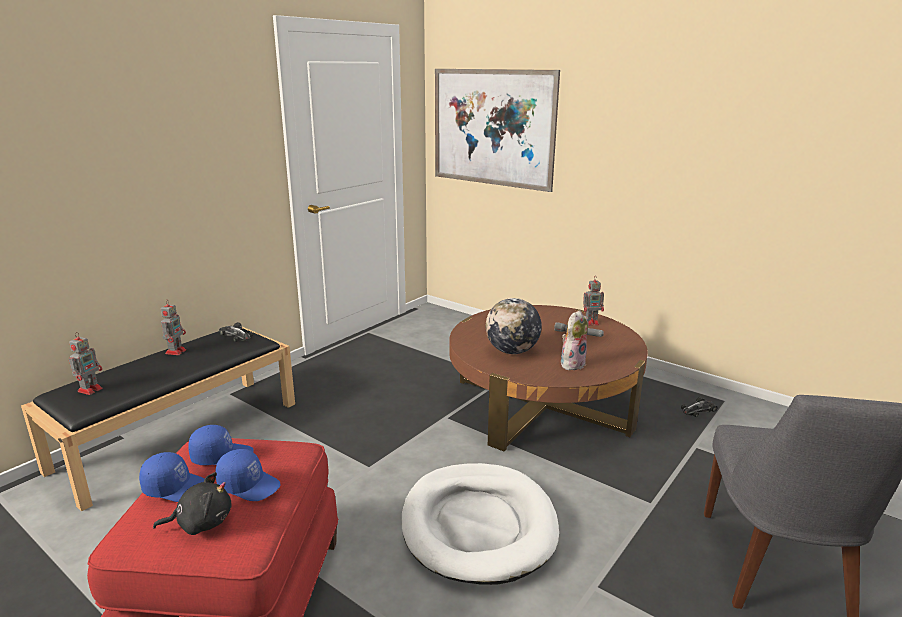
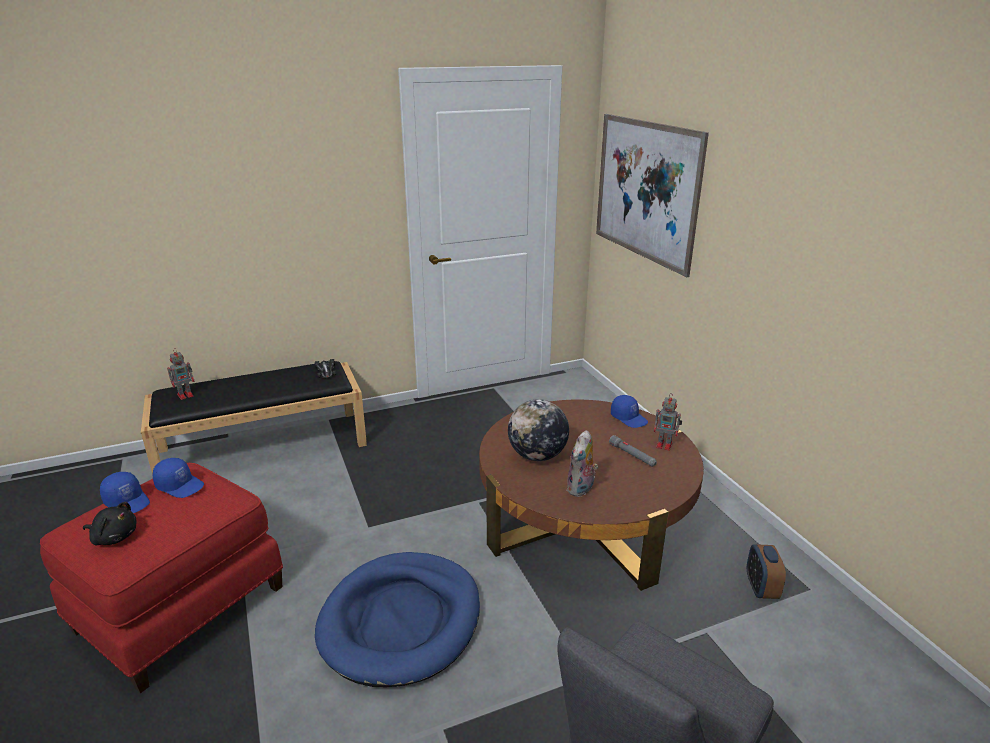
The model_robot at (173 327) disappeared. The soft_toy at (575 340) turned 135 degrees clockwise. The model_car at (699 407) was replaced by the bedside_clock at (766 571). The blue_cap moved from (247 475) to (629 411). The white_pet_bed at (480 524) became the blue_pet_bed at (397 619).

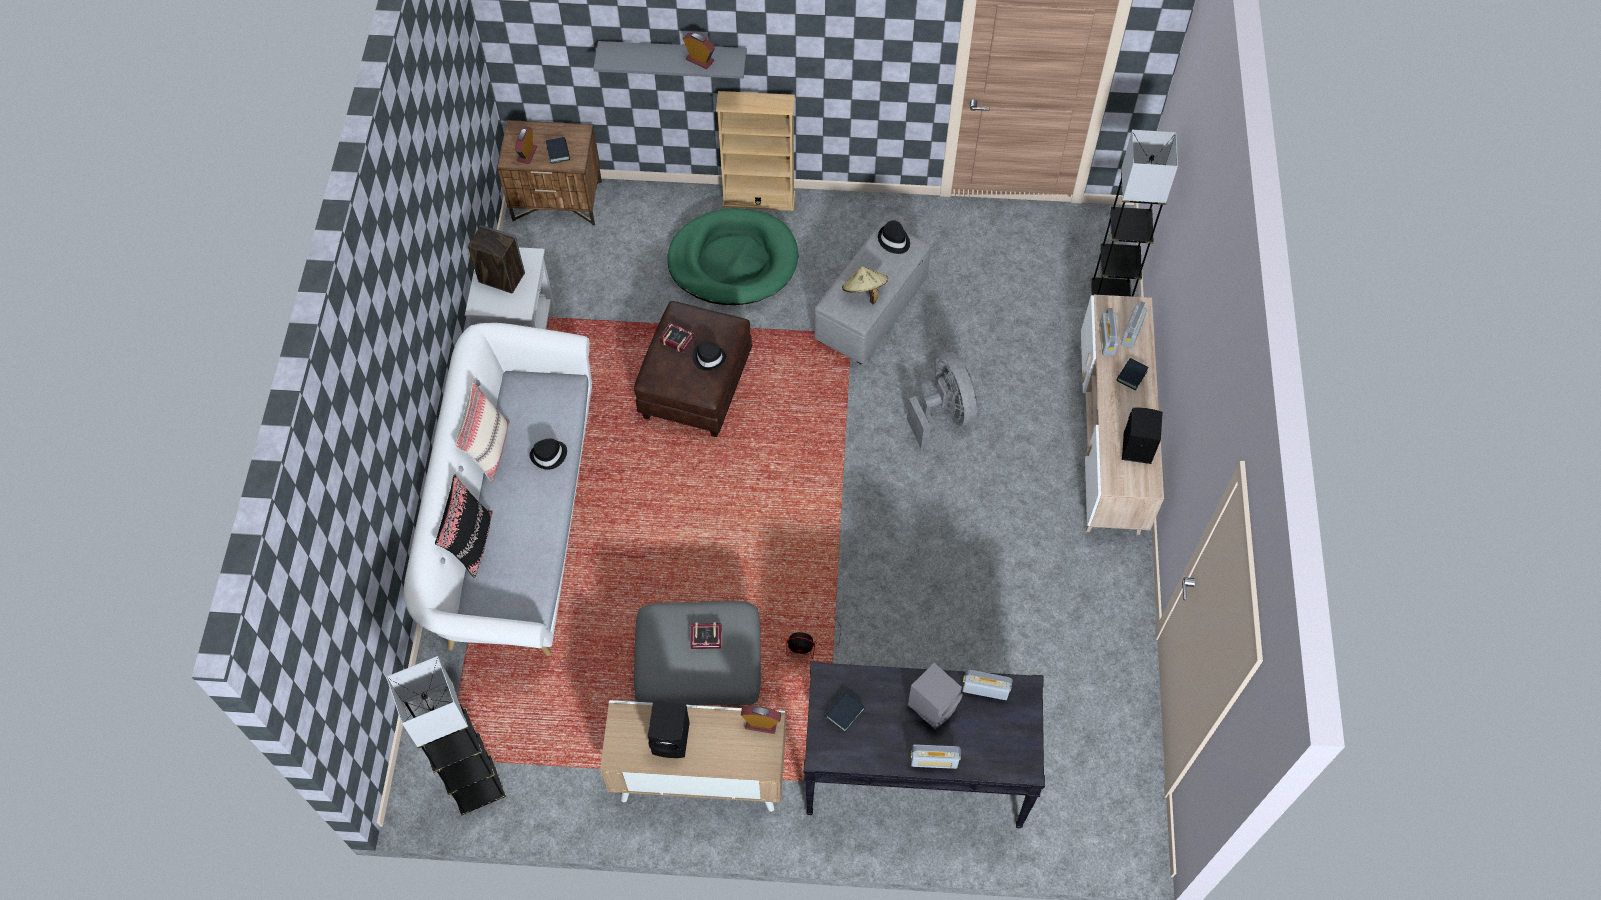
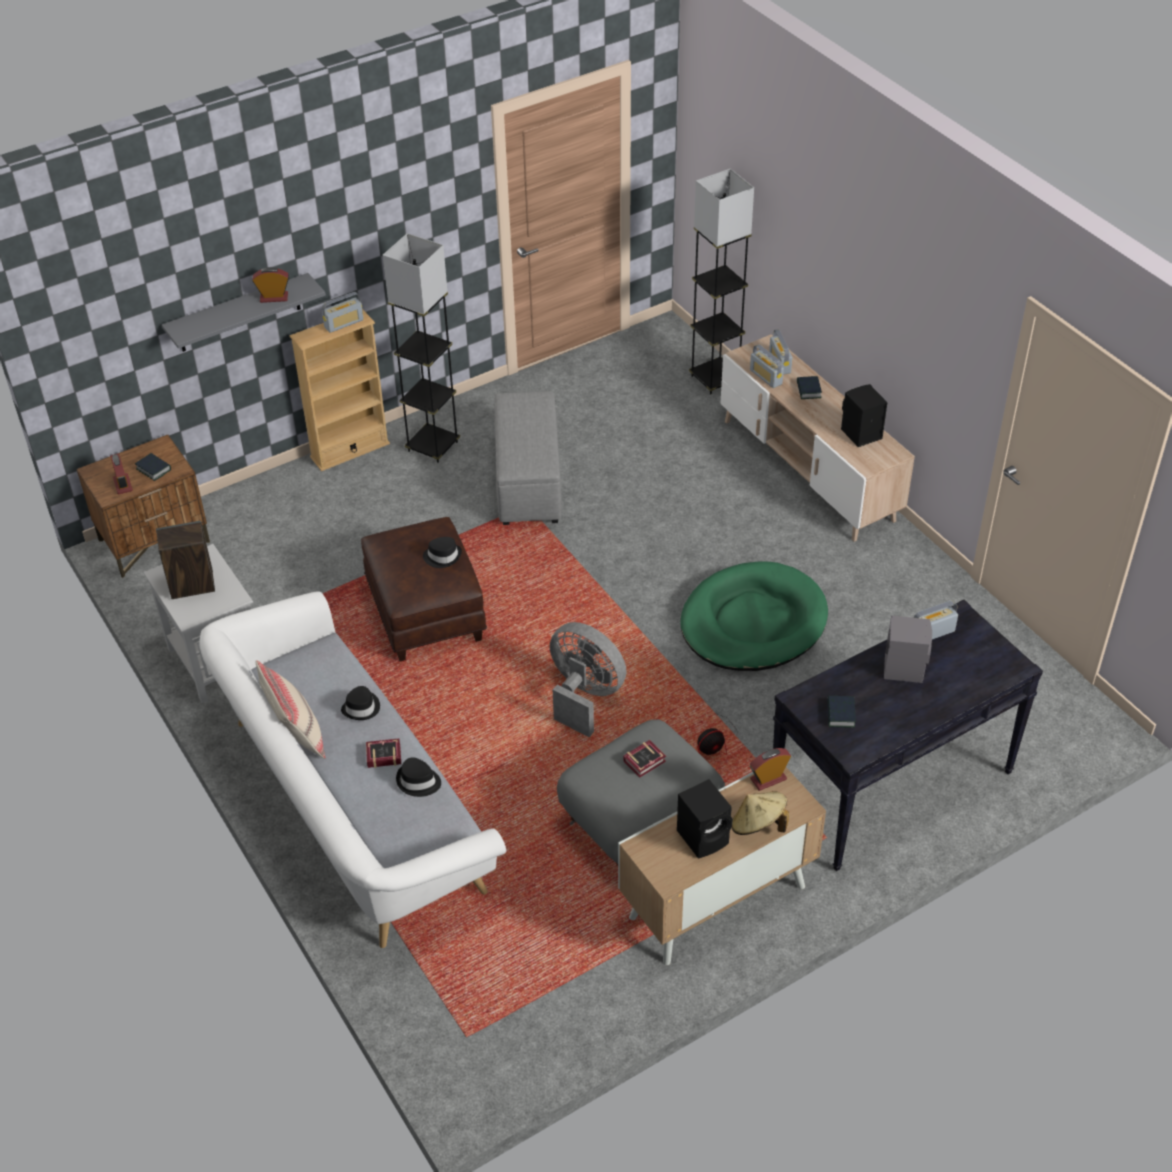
The greenish_pet_bed moved from (733 256) to (754 616). The black_clothing_hat moved from (894 237) to (418 777). The beige-coloured_clothing_hat moved from (865 285) to (760 813). The volume moved from (676 337) to (383 753). The gray_fan moved from (942 400) to (588 679). The black_pillow at (464 526) disappeared. The gray_standard_lamp moved from (446 735) to (421 348). The radio moved from (936 756) to (343 312).

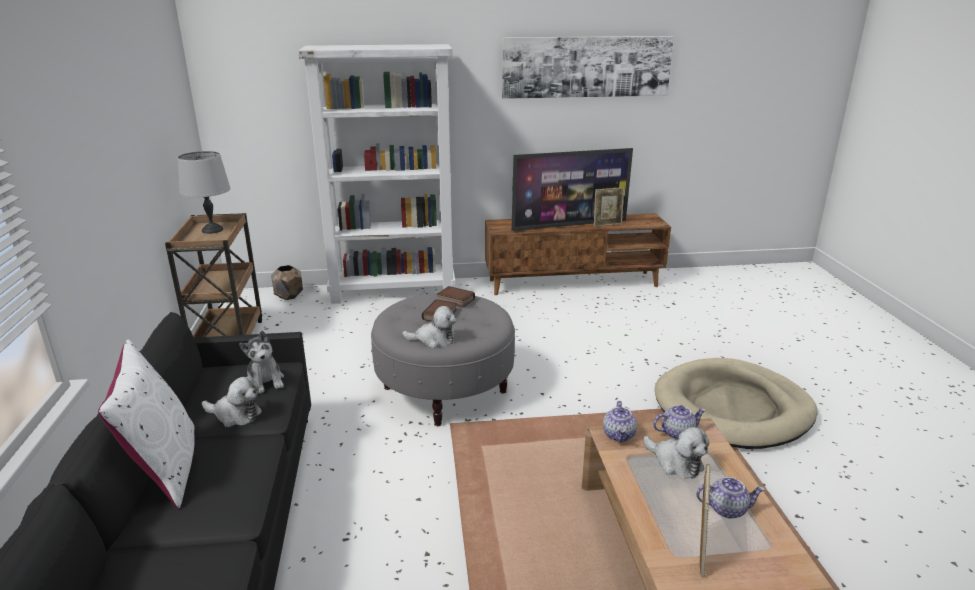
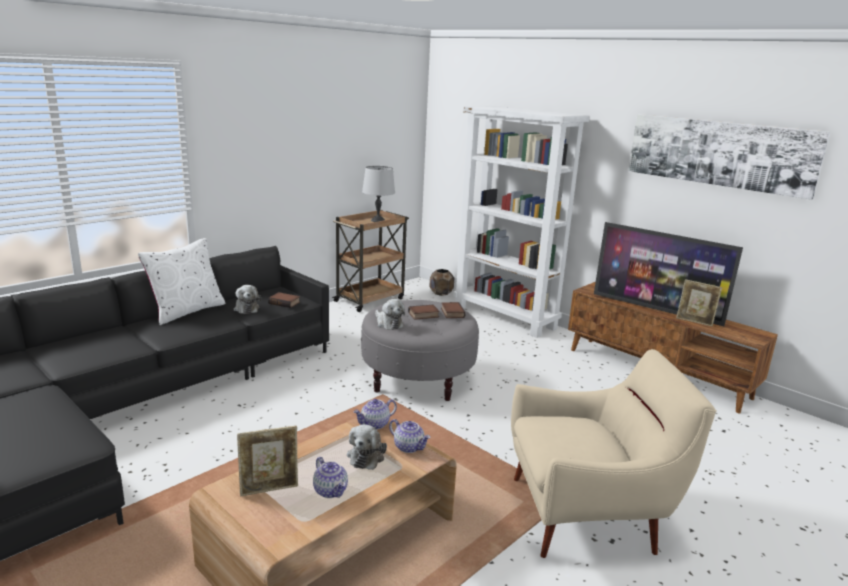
The soft_toy at (261 362) was replaced by the volume at (284 300). The beige-coloured_pet_bed at (736 403) was replaced by the beige-coloured_easy_chair at (614 453).

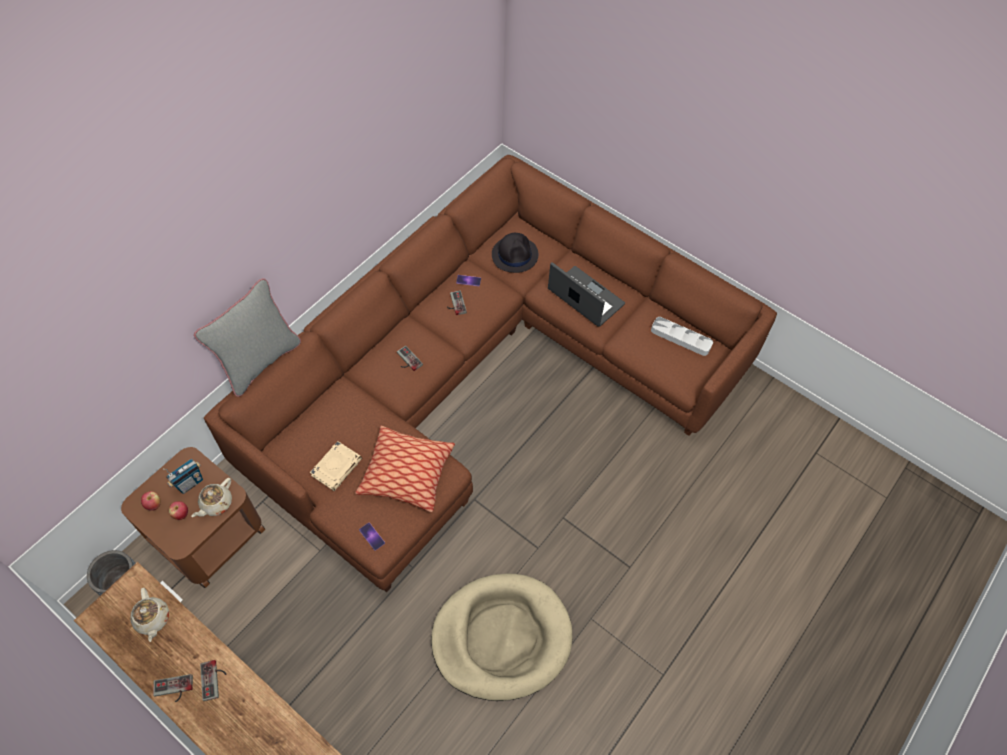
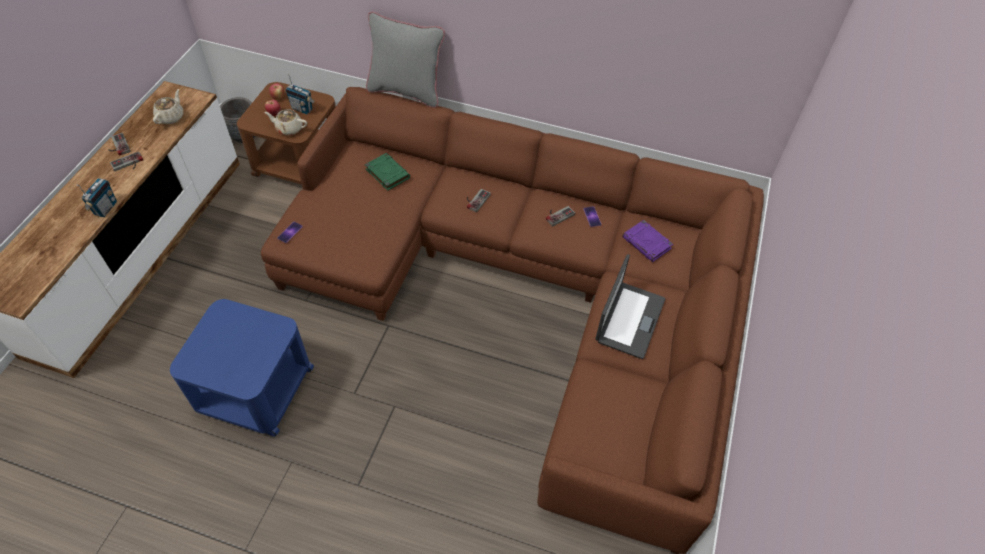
The black_clothing_hat at (515 253) was replaced by the purple_volume at (647 241). The gray_tray at (682 336) disappeared. The pillow at (405 469) disappeared. The beige-coloured_volume at (336 466) disappeared. The beige-coloured_pet_bed at (502 637) was replaced by the blue_side_table at (242 367). The beige-coloured_pot_for_tea at (149 615) turned 150 degrees clockwise. The greenish_volume at (387 171) appeared. The radio at (97 197) appeared.

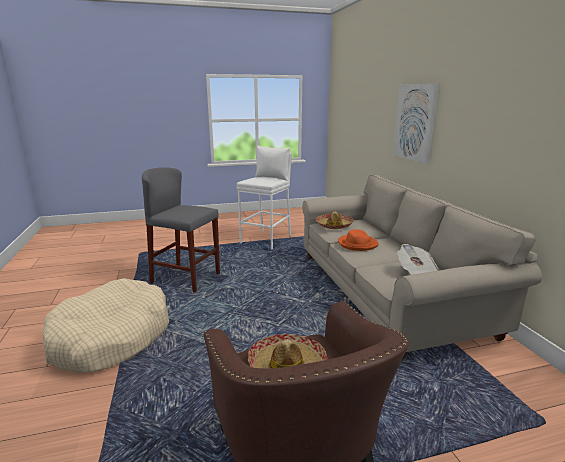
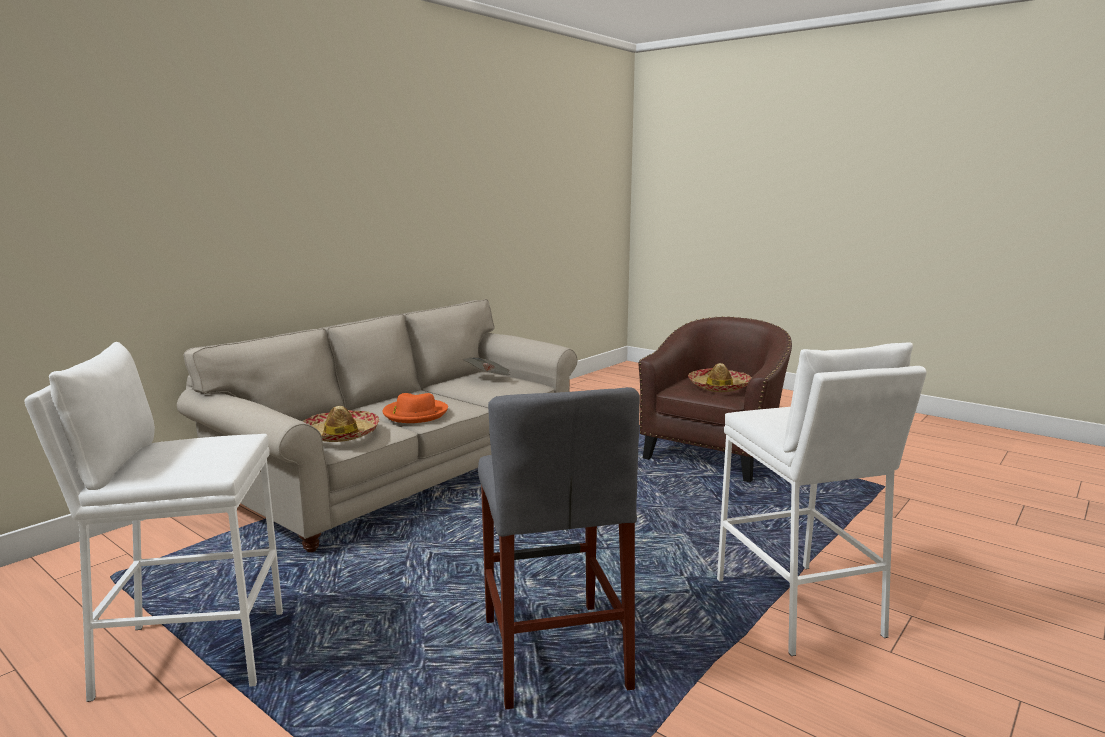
The wall_art at (416 123) disappeared. The beige-coloured_pet_bed at (105 325) was replaced by the white_stool_seat at (821 499).

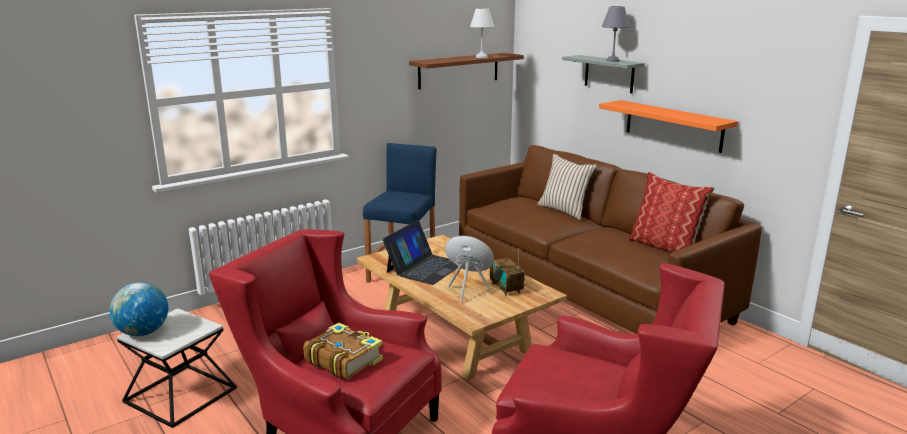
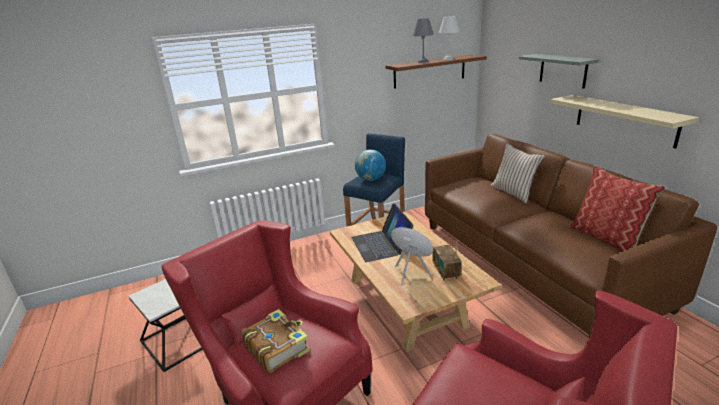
The gray_tabletop_lamp moved from (615 34) to (423 40). The orange-coloured_wall_shelf at (668 126) became the beige-coloured_wall_shelf at (624 122). The portable_computer at (420 252) turned 120 degrees clockwise. The world_globe moved from (139 309) to (370 165).

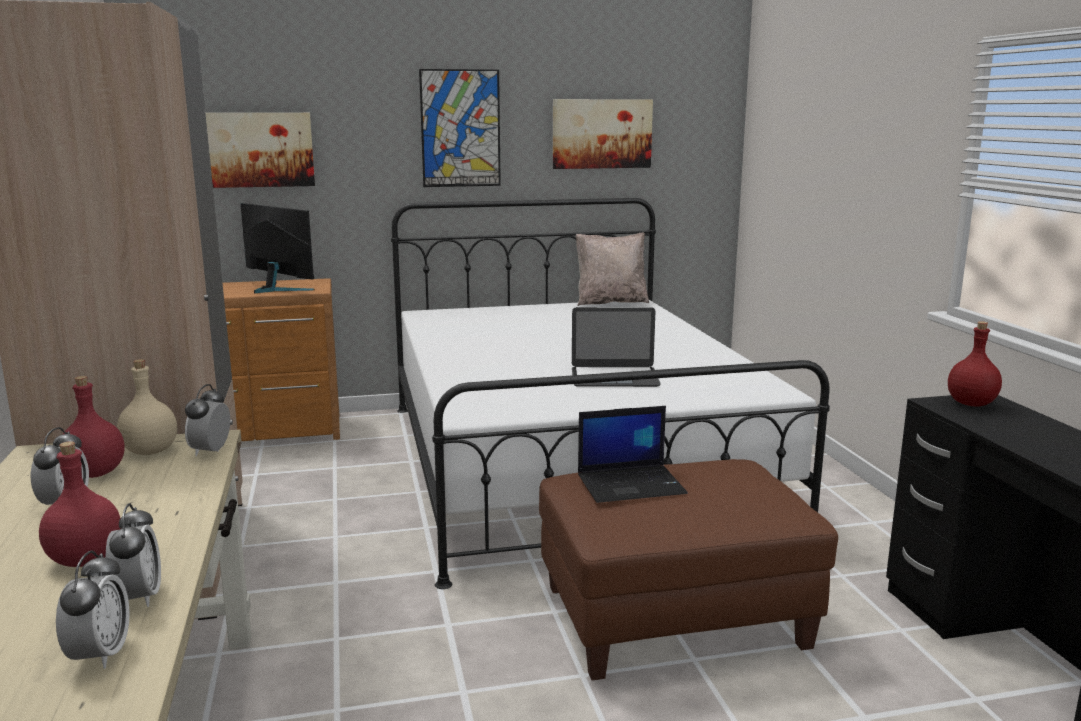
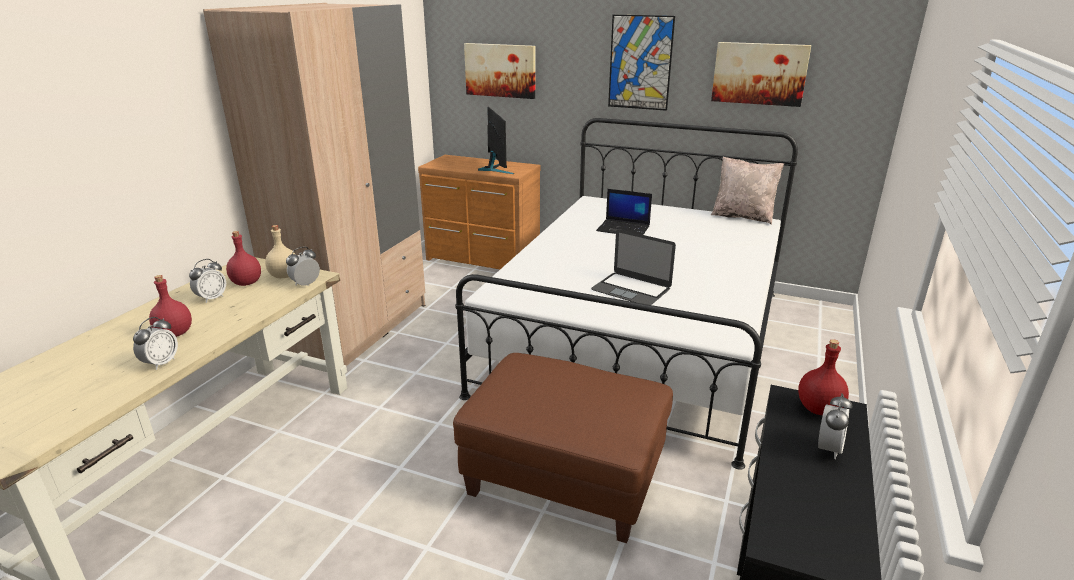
The portable_computer moved from (632 454) to (624 212). The bedside_clock moved from (93 609) to (835 426).

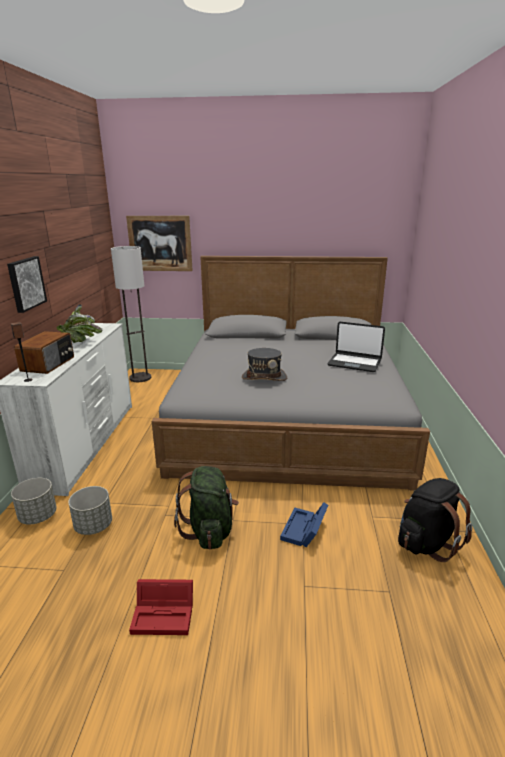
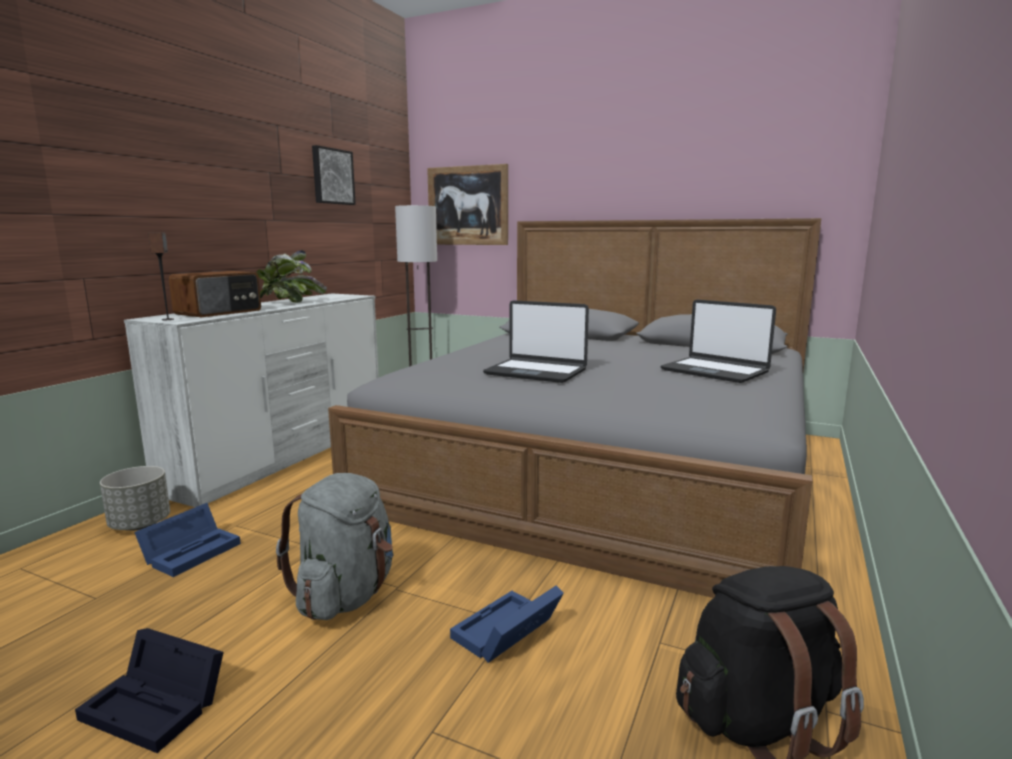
The wall_art moved from (27 284) to (334 175). The gray_clothing_hat at (264 364) was replaced by the portable_computer at (536 341). The greenish_knapsack at (206 508) became the gray_knapsack at (334 546). The gray_planter at (90 510) was replaced by the blue_storage_container at (187 540). The reddish_storage_container at (161 607) became the black_storage_container at (149 690).

